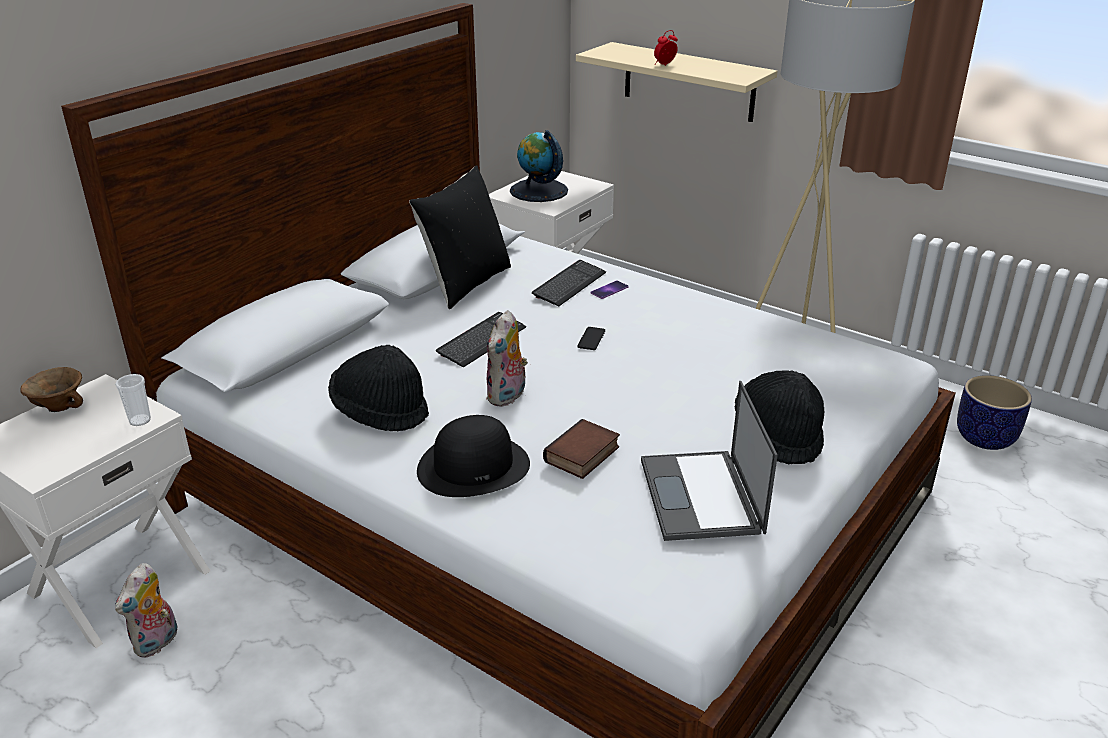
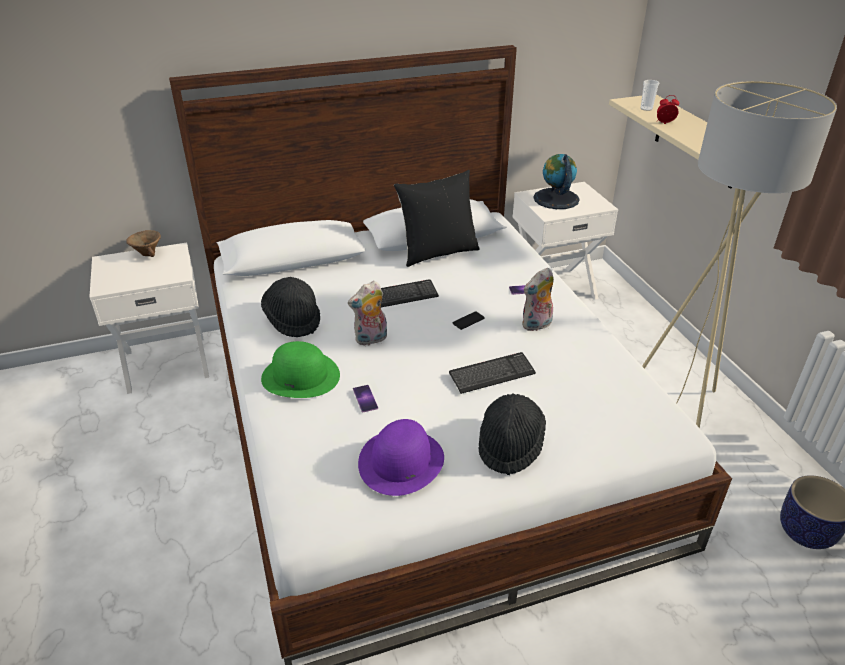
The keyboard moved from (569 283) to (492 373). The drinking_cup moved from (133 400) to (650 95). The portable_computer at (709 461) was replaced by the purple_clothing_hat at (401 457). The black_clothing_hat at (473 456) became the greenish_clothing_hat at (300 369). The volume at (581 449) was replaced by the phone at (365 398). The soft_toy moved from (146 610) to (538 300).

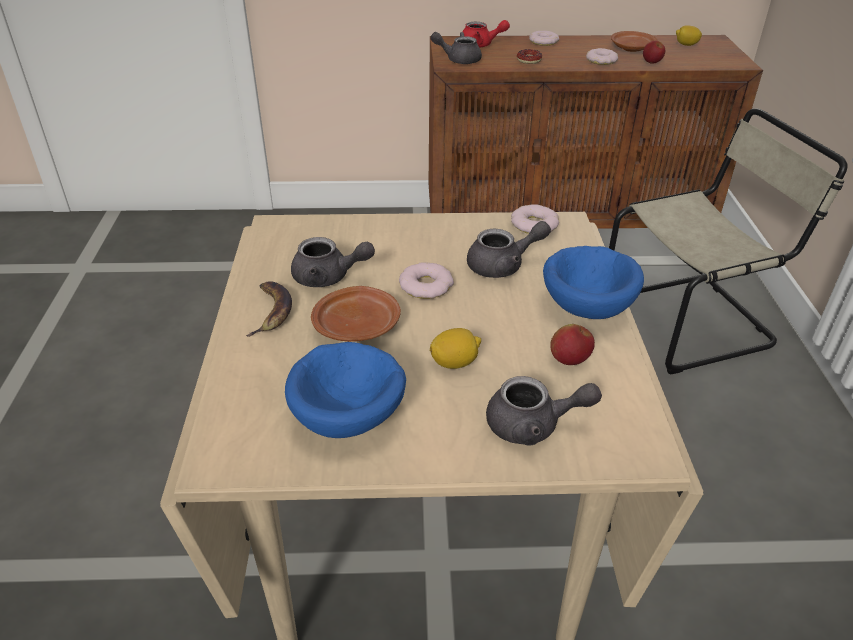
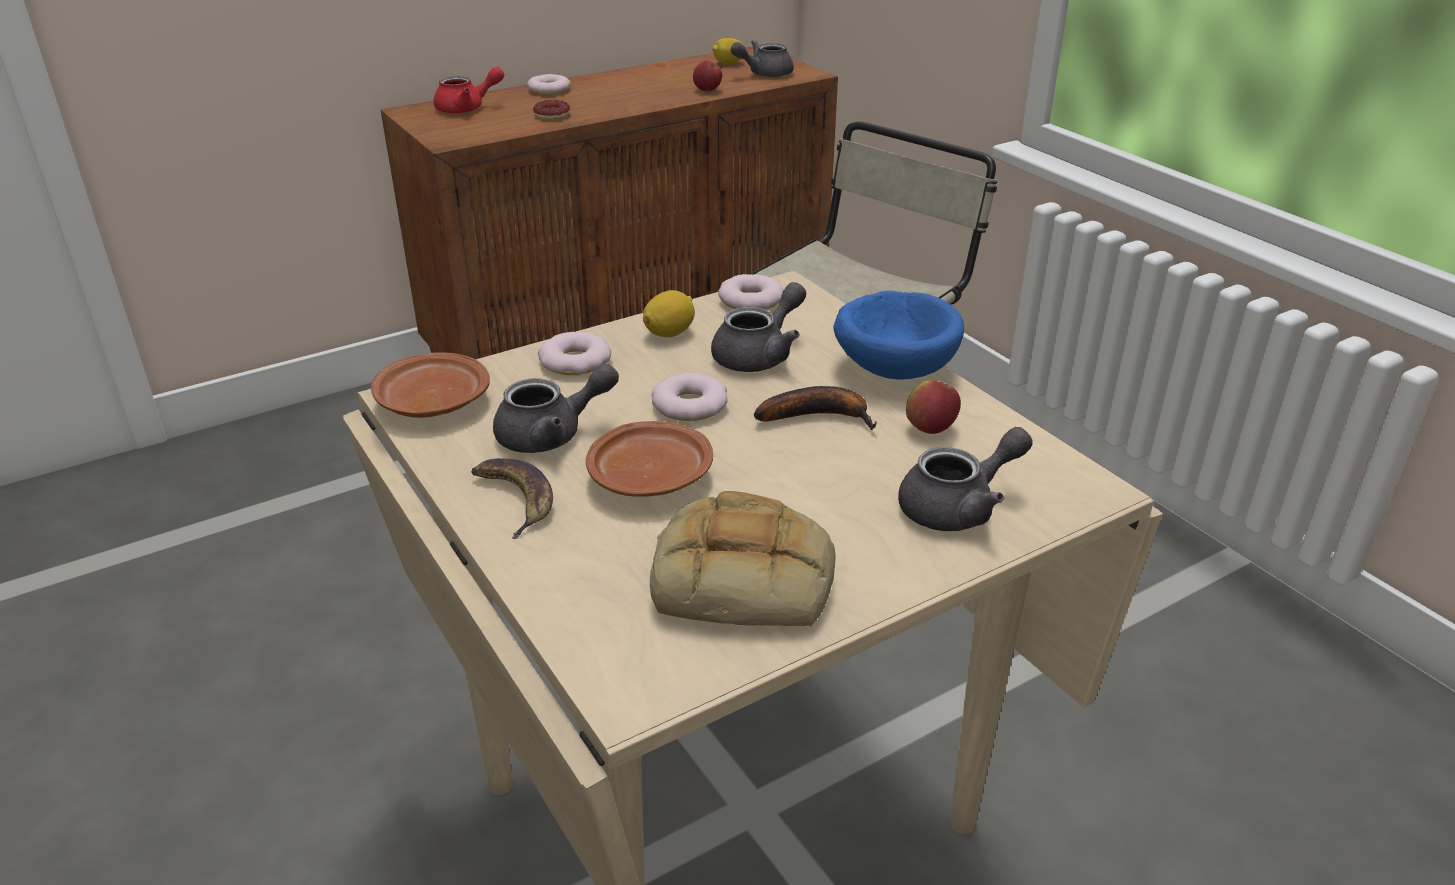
The brown_dinner_plate moved from (634 41) to (430 385). The gray_pot_for_tea moved from (456 48) to (762 58). The donut moved from (602 56) to (574 353). The whole_lemon moved from (455 348) to (669 314). The blue_deep_dish at (345 390) was replaced by the bread at (743 559). The banana_fruit at (815 408) appeared.

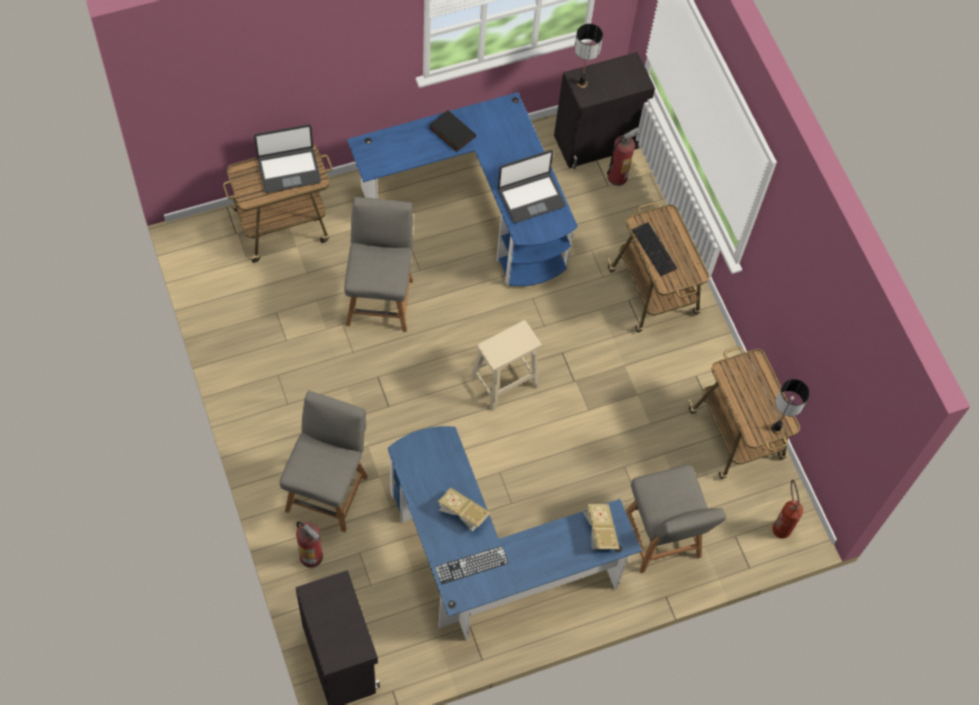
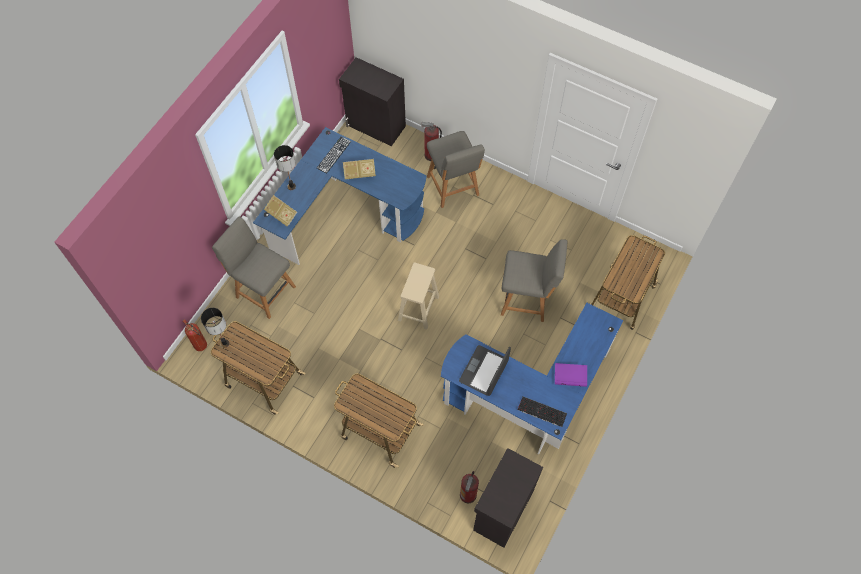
The tabletop_lamp moved from (588 56) to (285 167). The black_volume at (452 131) became the purple_volume at (571 375). The portable_computer at (287 158) disappeared. The gray_chair at (378 264) turned 45 degrees counterclockwise. The keyboard moved from (654 249) to (542 411).

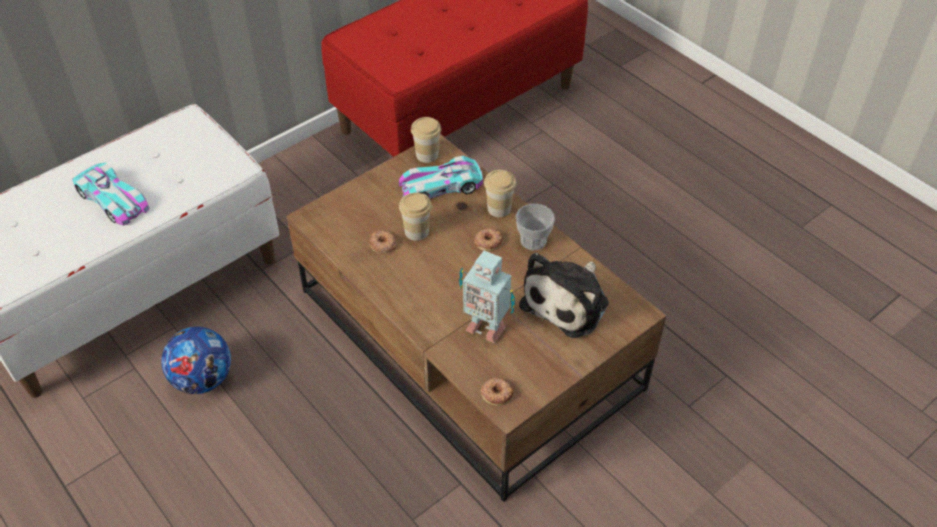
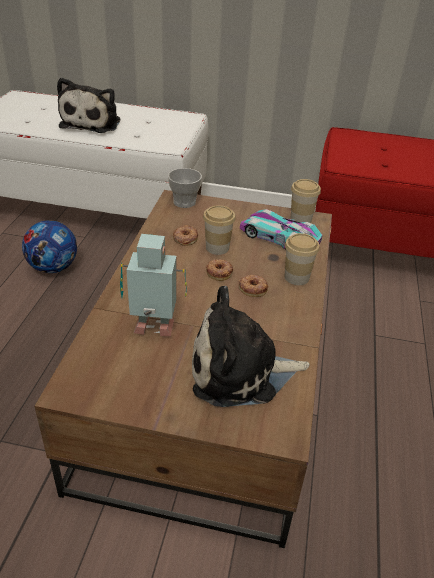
The model_car at (111 194) was replaced by the soft_toy at (88 105). The drinking_cup moved from (535 227) to (185 188). The model_robot at (487 296) turned 105 degrees clockwise. The donut moved from (496 392) to (220 270).

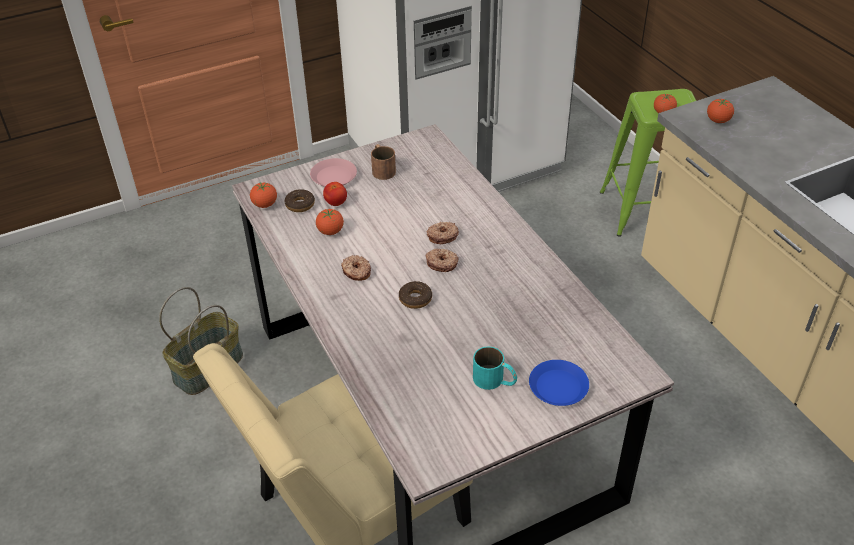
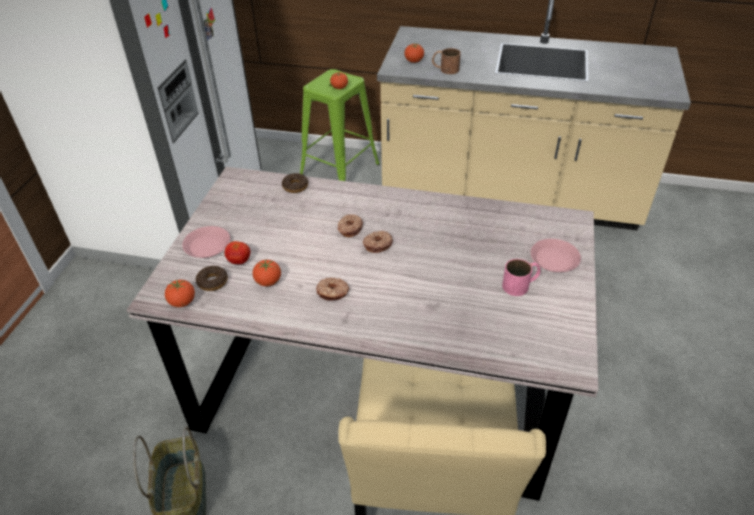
The brown_mug moved from (383 162) to (446 61). The donut moved from (415 295) to (295 183). The turquoise_mug at (495 368) became the pink_mug at (521 277). The blue_dinner_plate at (559 383) became the pink_dinner_plate at (556 255).

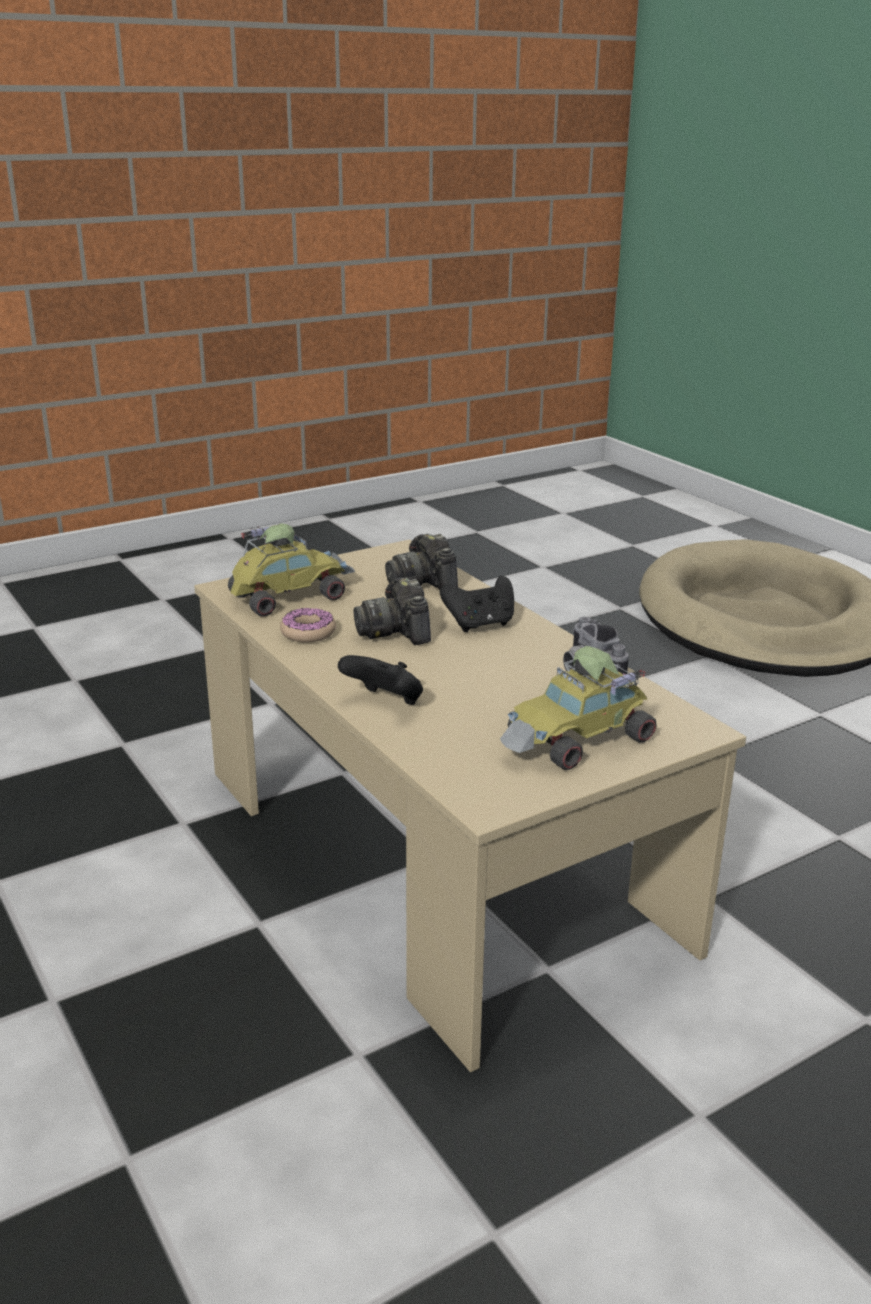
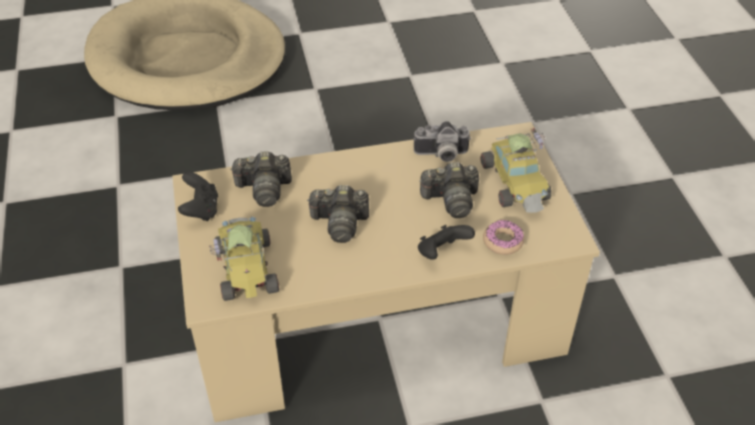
The black_gamepad moved from (477 603) to (198 196). The donut moved from (308 625) to (503 237). The still_camera at (449 190) appeared.

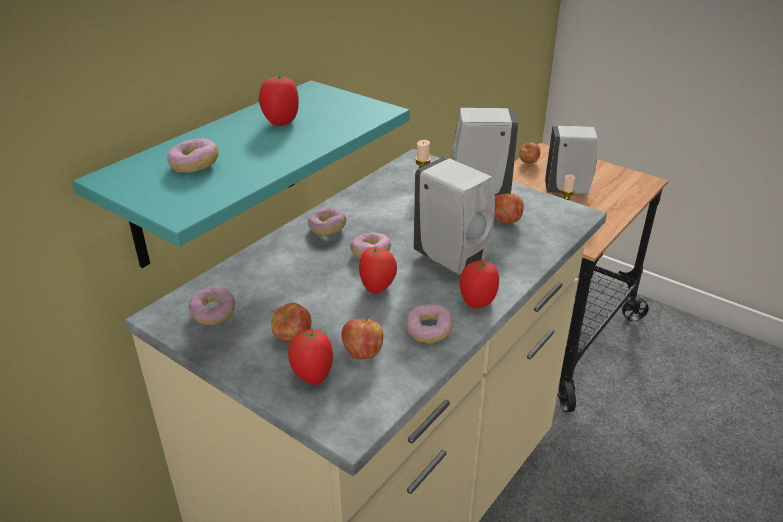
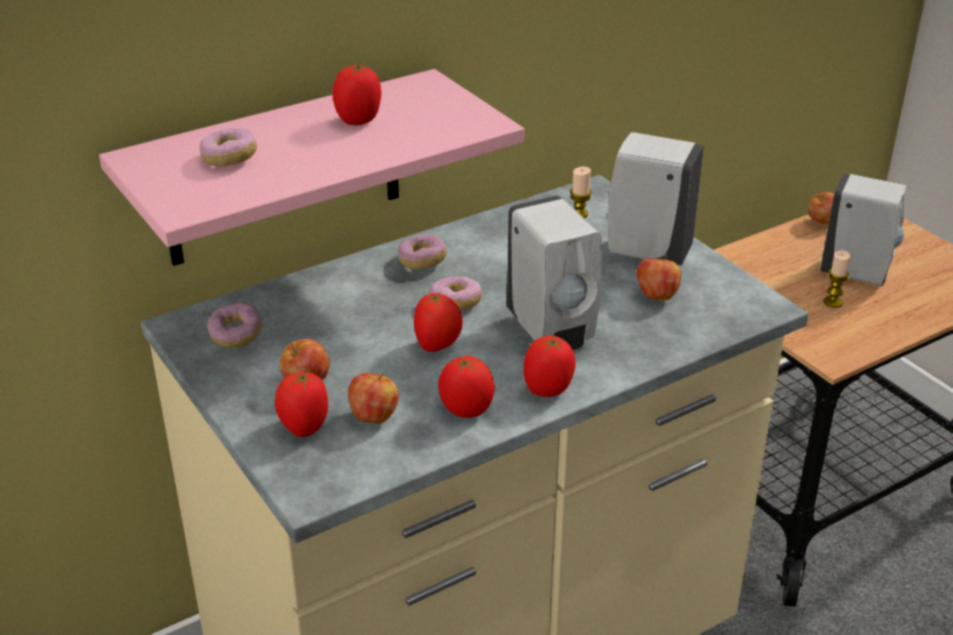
The turquoise_wall_shelf at (241 174) became the pink_wall_shelf at (311 167). The donut at (429 323) was replaced by the tomato at (466 387).

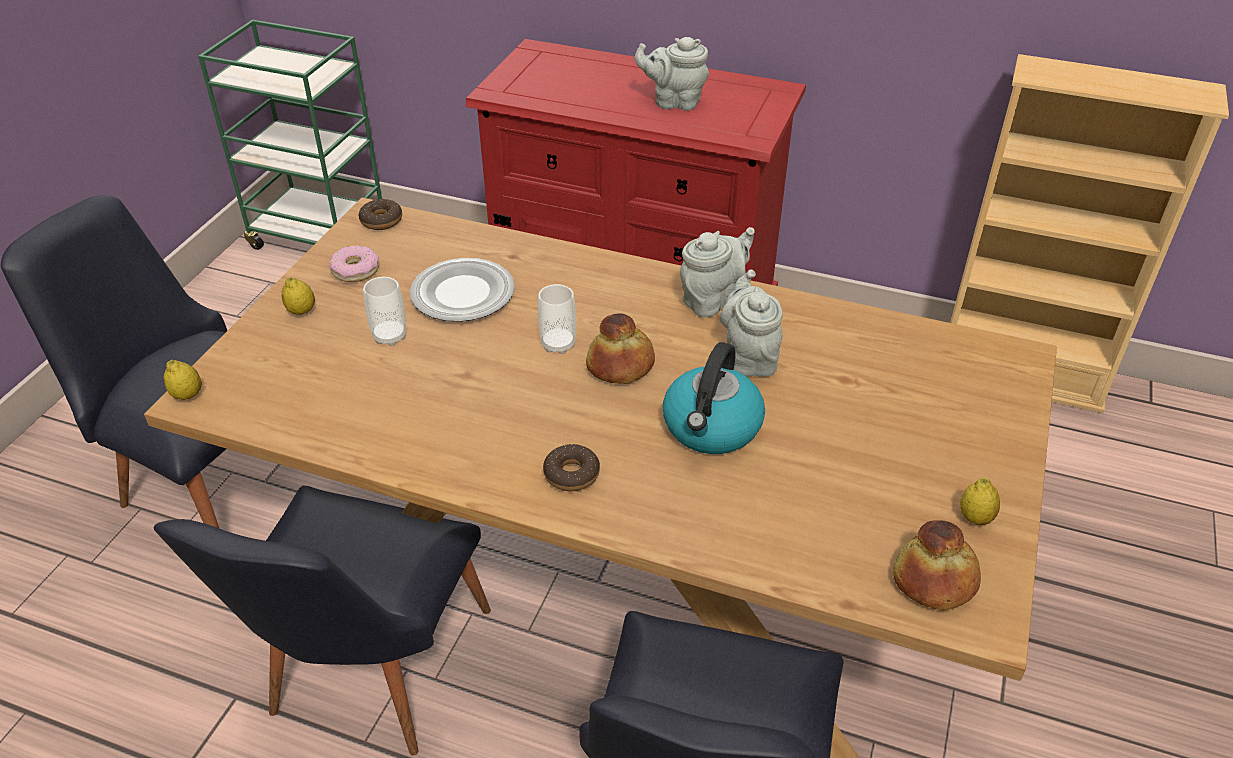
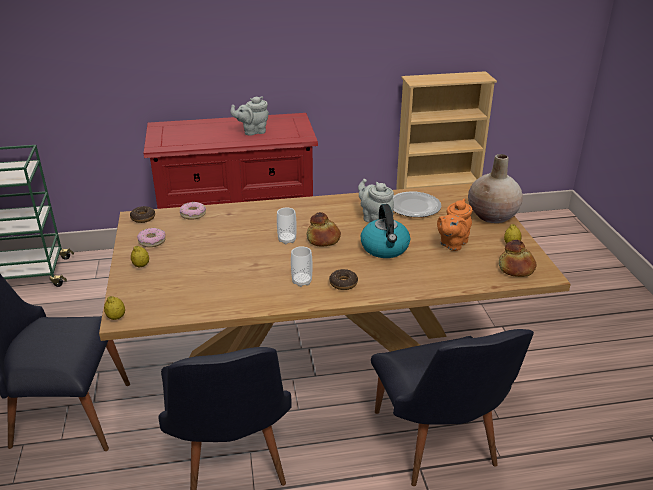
The gray_pot_for_tea at (717 272) disappeared. The dinner_plate moved from (462 290) to (416 204). The drinking_cup moved from (385 311) to (301 266). The beige-coloured_decorative_vase at (495 188) appeared. The orange-coloured_pot_for_tea at (454 225) appeared. The donut at (193 211) appeared.

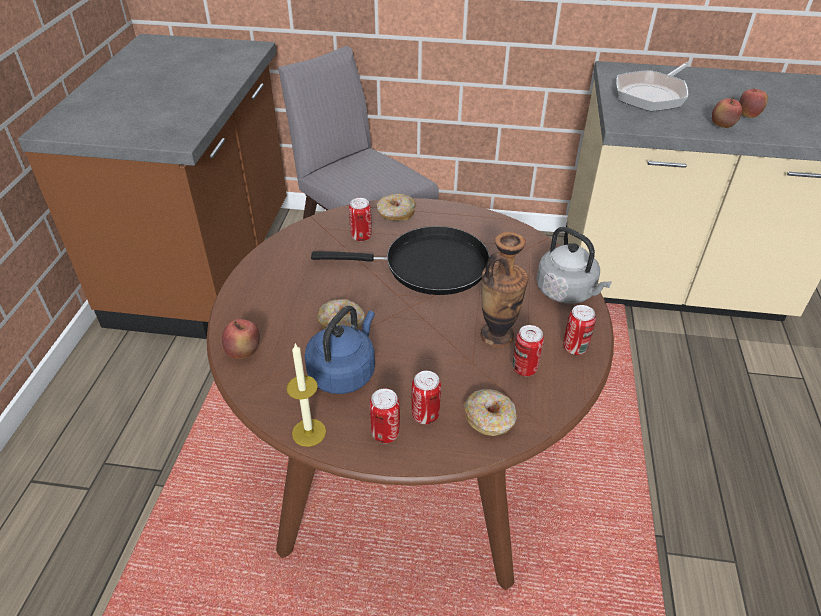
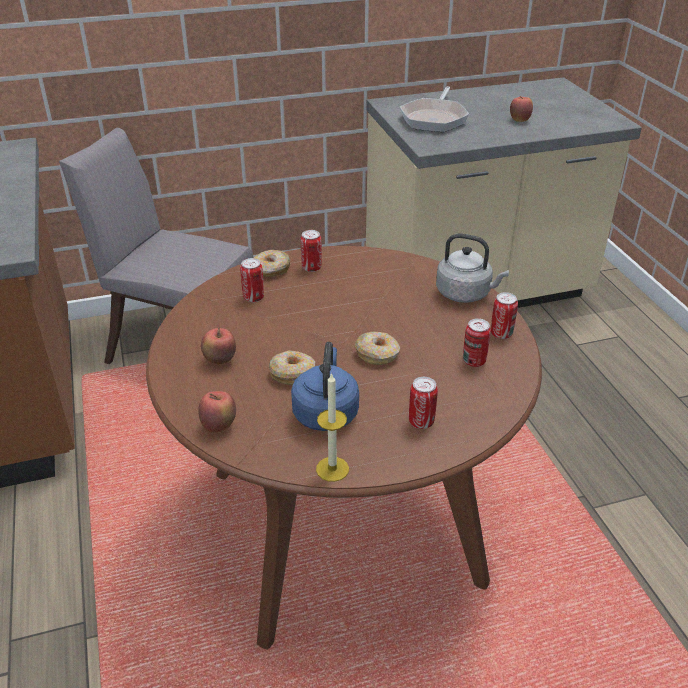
The apple_fruit moved from (727 112) to (218 346). The black_skillet at (400 260) disappeared. The decorative_vase at (504 289) disappeared. The metal_can moved from (385 416) to (311 251). The donut moved from (491 412) to (377 348).

